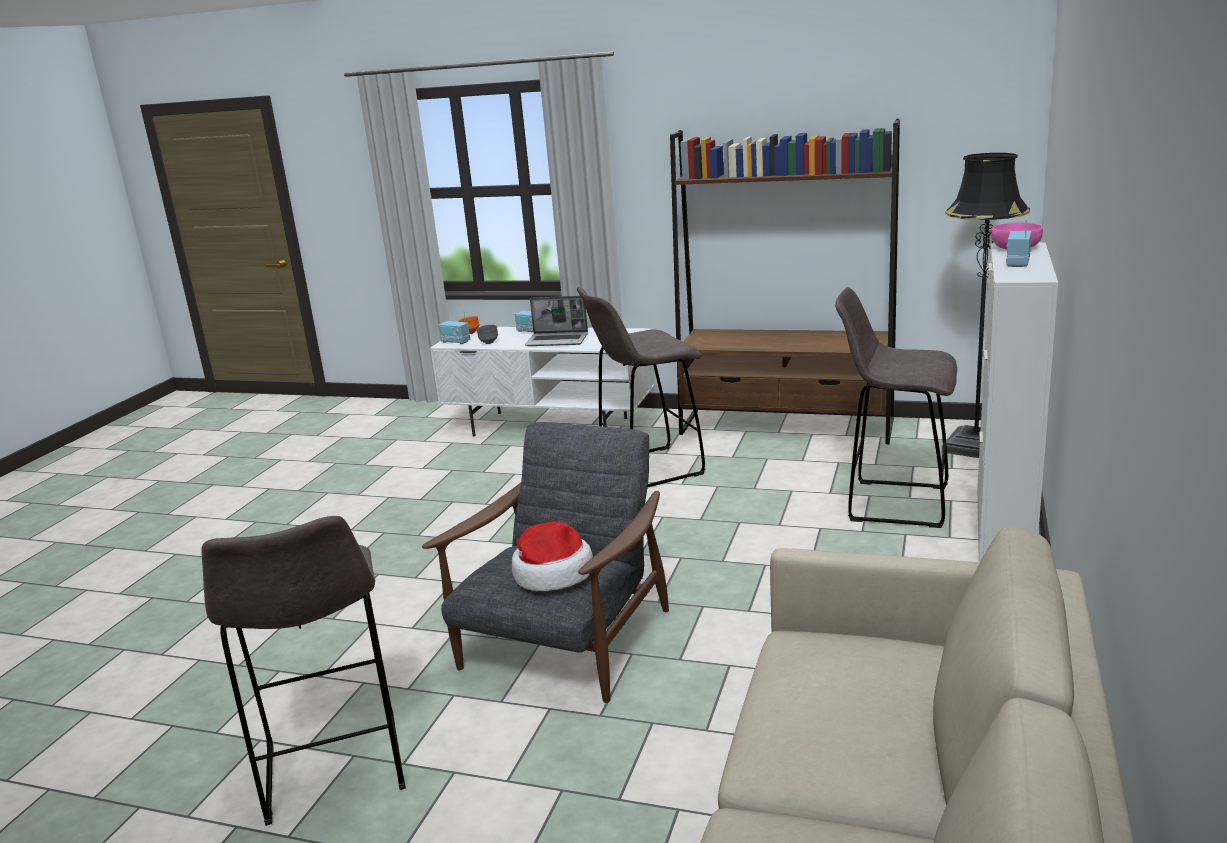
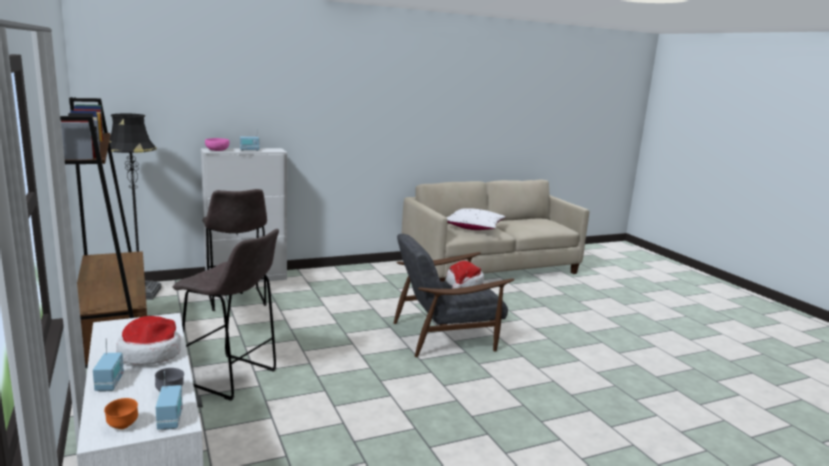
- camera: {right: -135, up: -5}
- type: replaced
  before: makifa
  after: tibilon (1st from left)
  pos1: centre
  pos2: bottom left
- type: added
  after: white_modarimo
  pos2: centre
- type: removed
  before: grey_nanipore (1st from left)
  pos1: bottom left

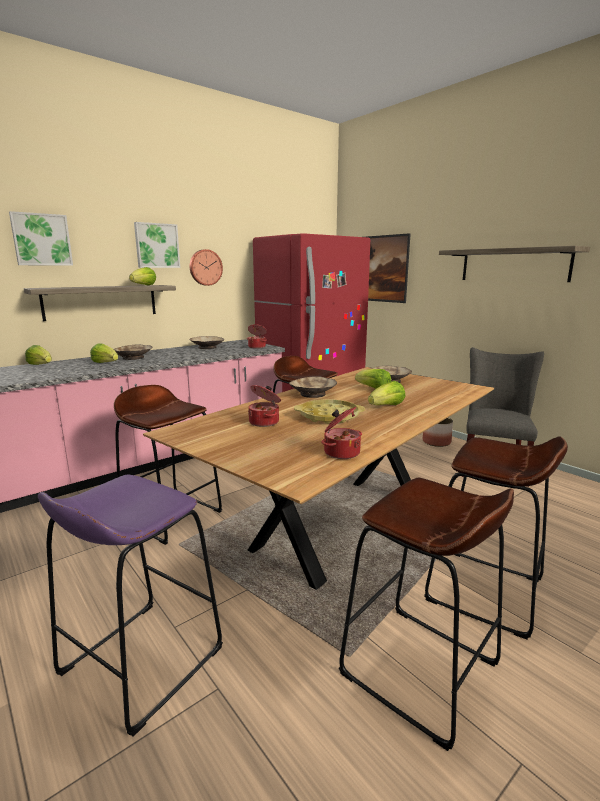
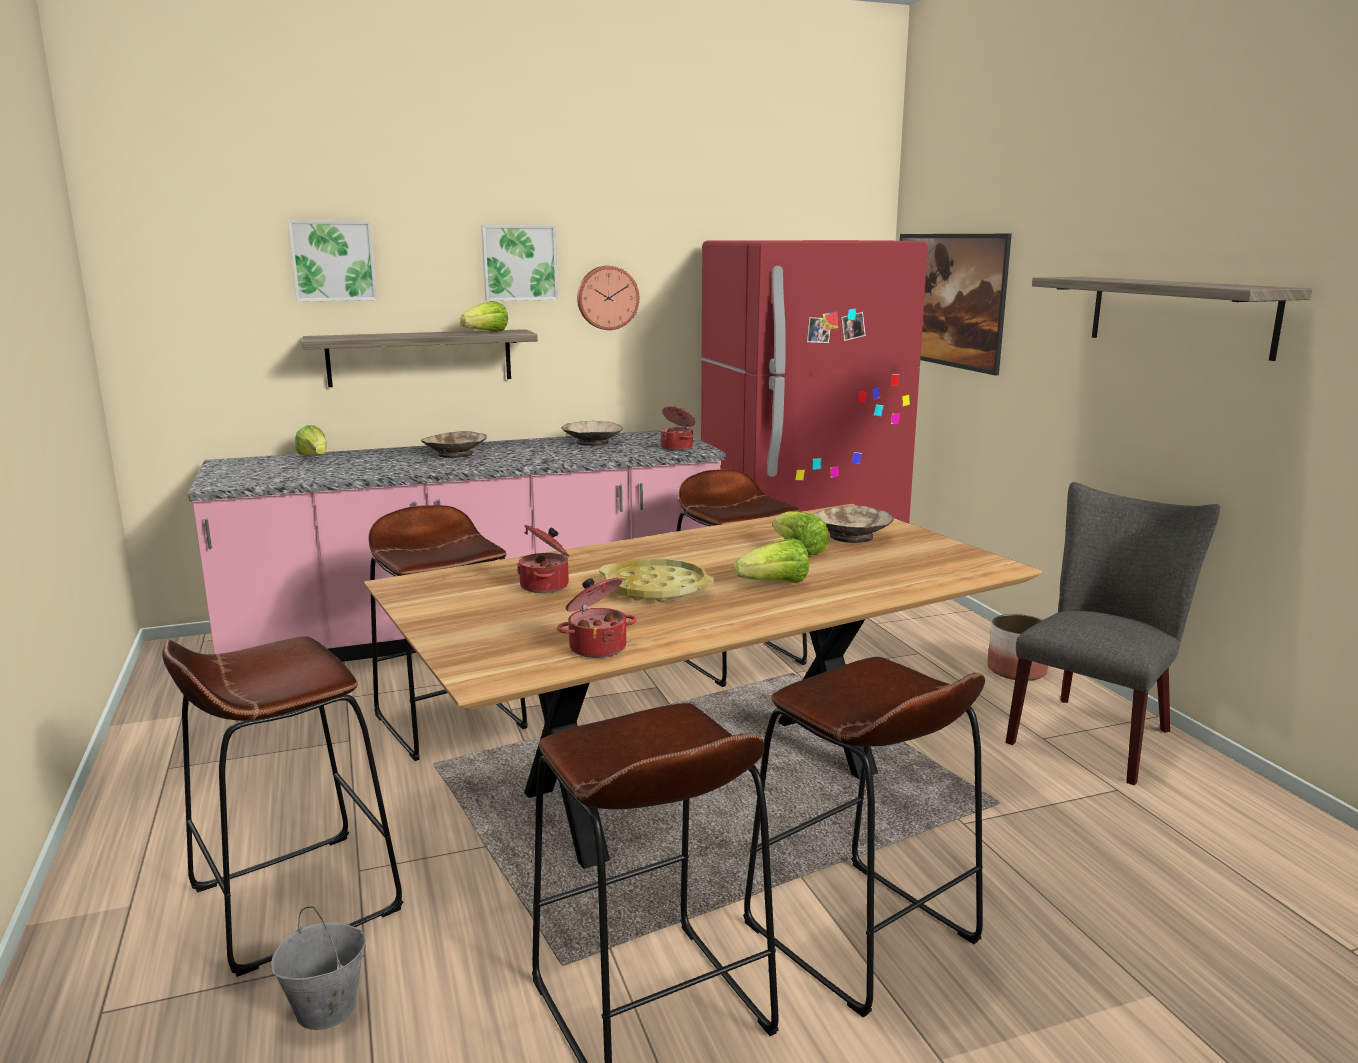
- camera: {right: 20, up: 0}
- type: recoloured
  before: purple_nanipore
  after: brown_nanipore (1st from left)
  pos1: bottom left
  pos2: bottom left
- type: added
  after: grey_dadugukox
  pos2: bottom left
- type: removed
  before: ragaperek (2nd from left)
  pos1: middle left
- type: removed
  before: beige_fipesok (3rd from left)
  pos1: centre

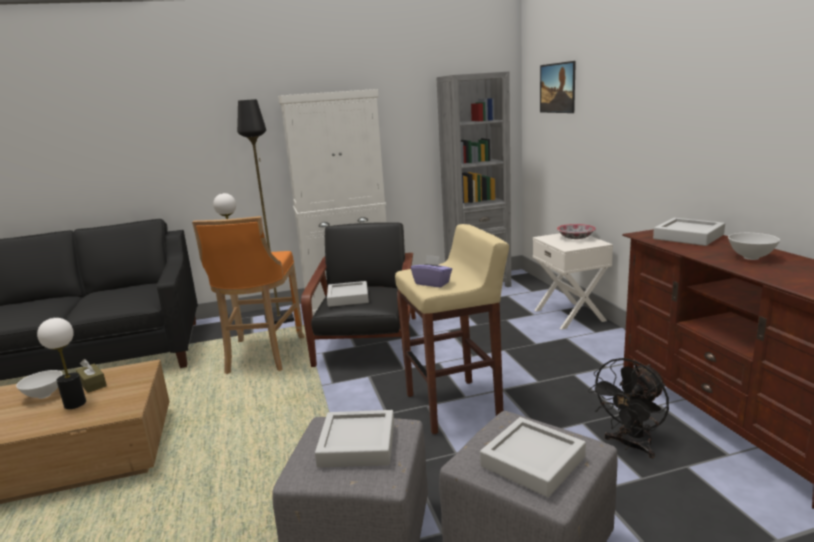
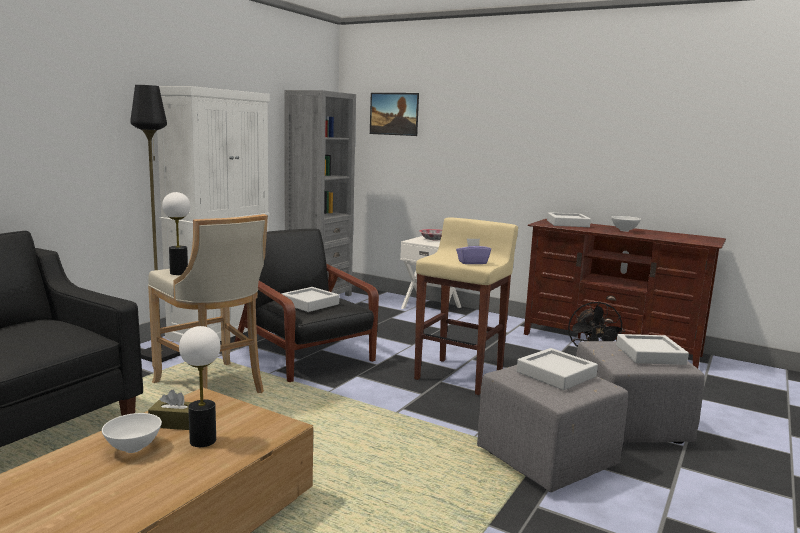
- camera: {right: -45, up: -5}
- type: recoloured
  before: orange_nanipore
  after: beige_nanipore (1st from left)
  pos1: middle left
  pos2: middle left

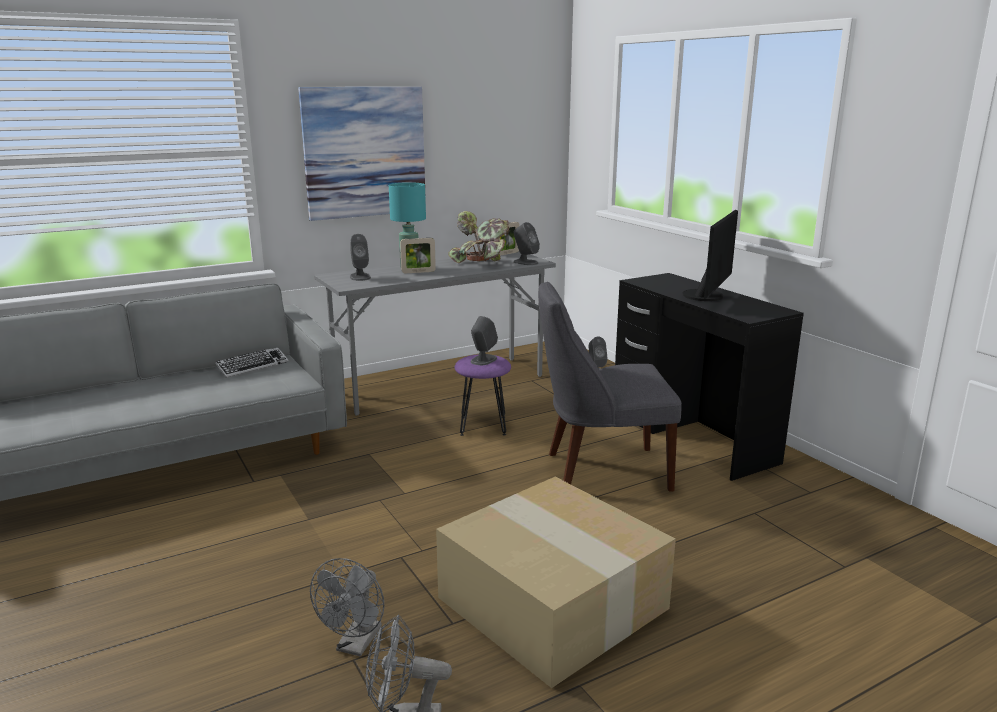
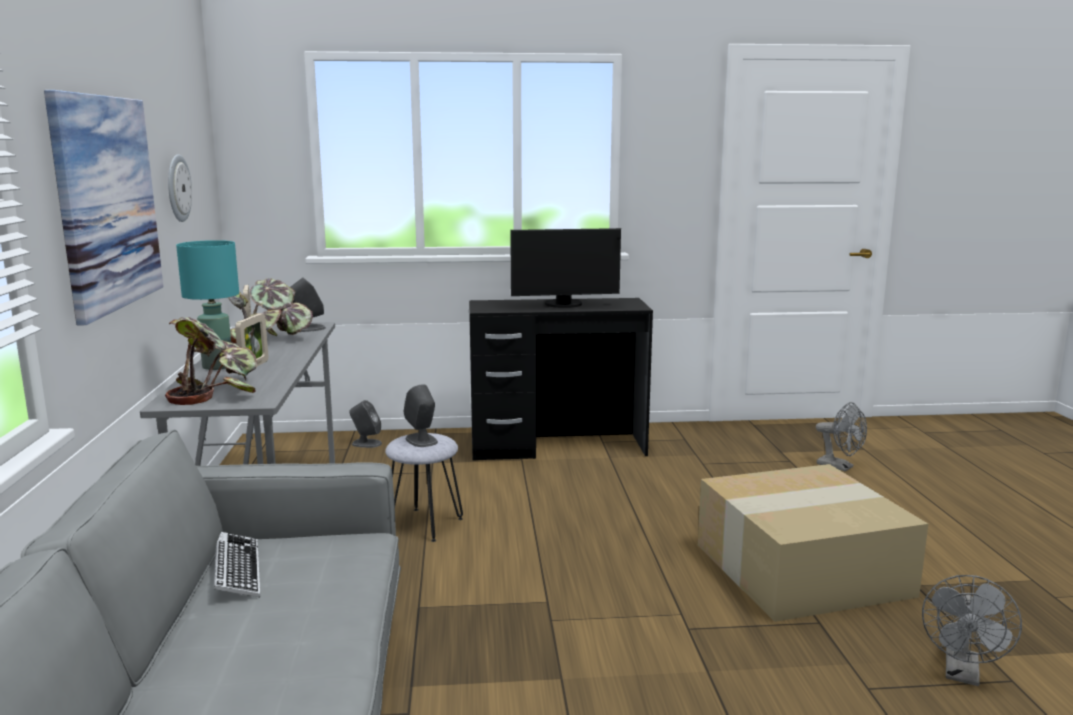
- camera: {right: -65, up: -5}
- type: replaced
  before: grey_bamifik (1st from left)
  after: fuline (1st from left)
  pos1: centre
  pos2: middle left
- type: added
  after: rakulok
  pos2: top left
- type: recoloured
  before: purple_nanipore
  after: grey_nanipore
  pos1: centre
  pos2: bottom centre
- type: turned
  before: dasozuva
  pos1: middle right
  pos2: centre
  turn: 120
- type: moved
  before: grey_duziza (1st from left)
  pos1: bottom centre
  pos2: middle right
- type: removed
  before: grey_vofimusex
  pos1: centre

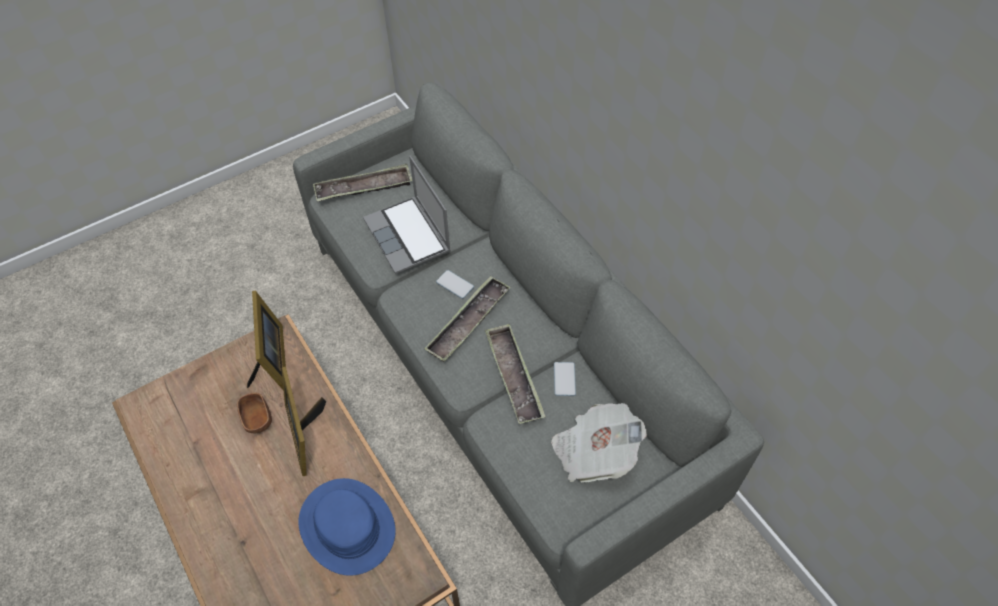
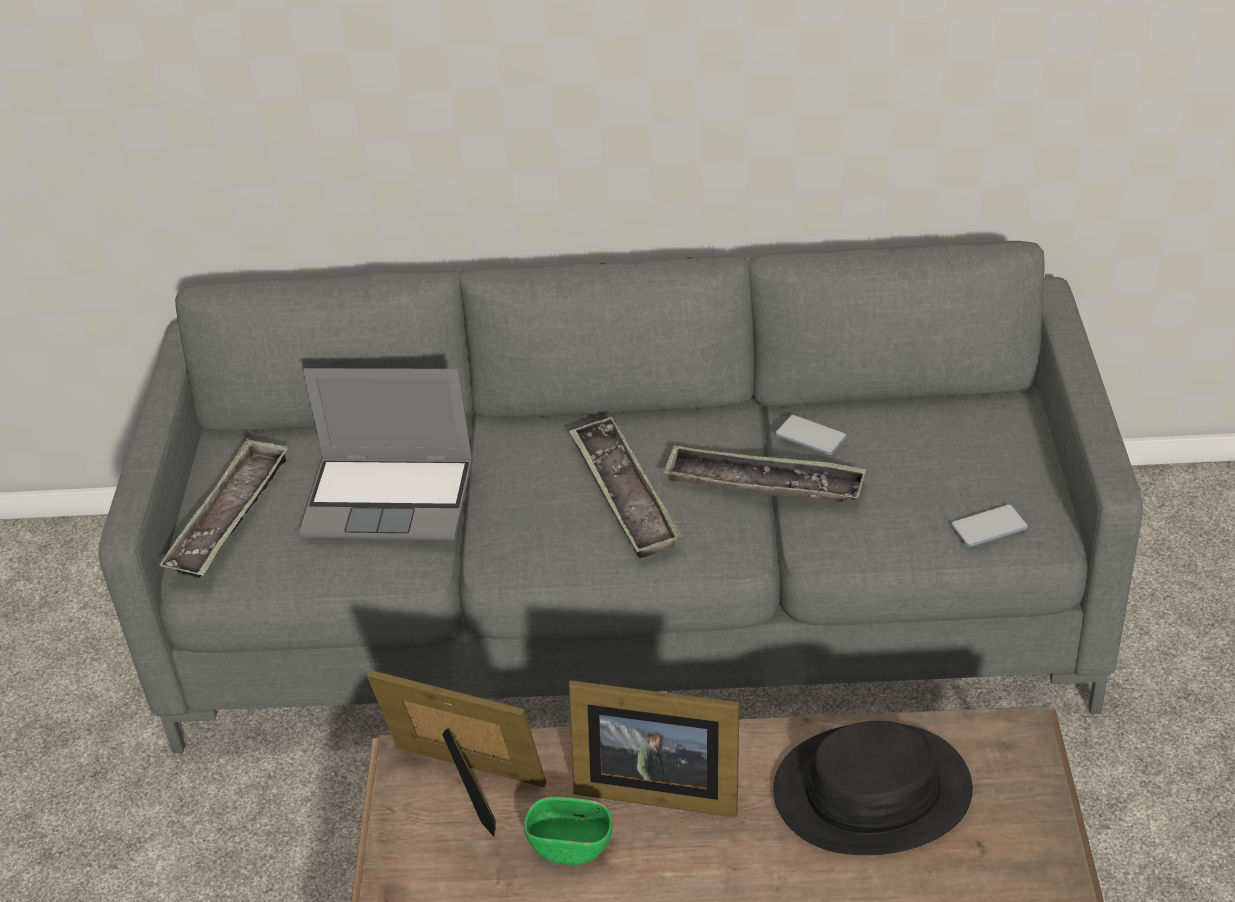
- camera: {right: -55, up: -15}
- type: recoloured
  before: brown_fipesok
  after: green_fipesok
  pos1: bottom left
  pos2: bottom centre
- type: recoloured
  before: blue_tibilon
  after: black_tibilon
  pos1: bottom centre
  pos2: bottom right
- type: moved
  before: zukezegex (1st from left in the first image)
  after: zukezegex (2nd from left)
  pos1: centre
  pos2: middle right
- type: removed
  before: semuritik
  pos1: bottom centre

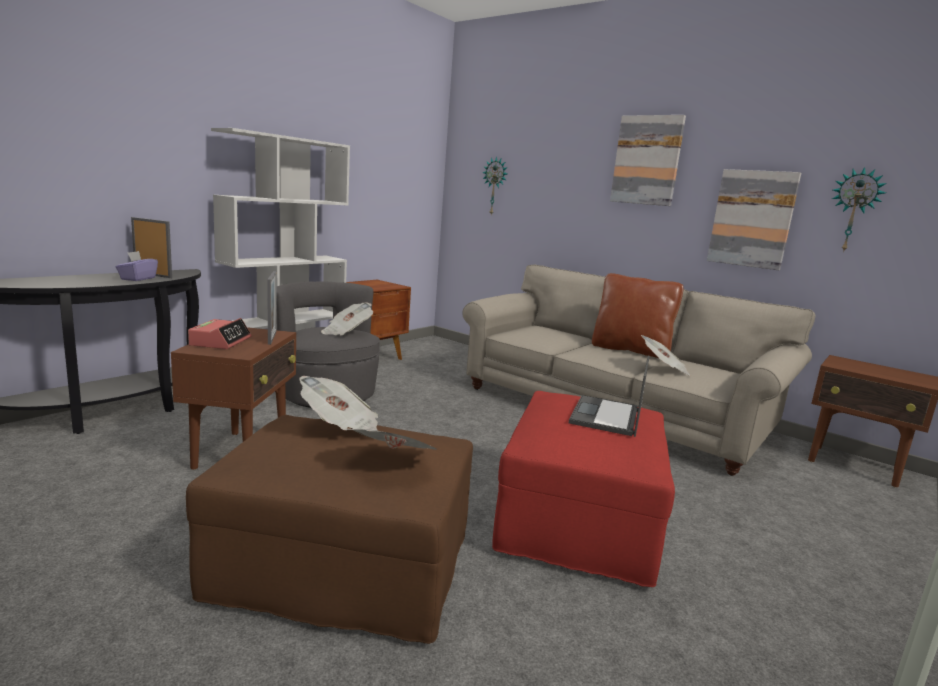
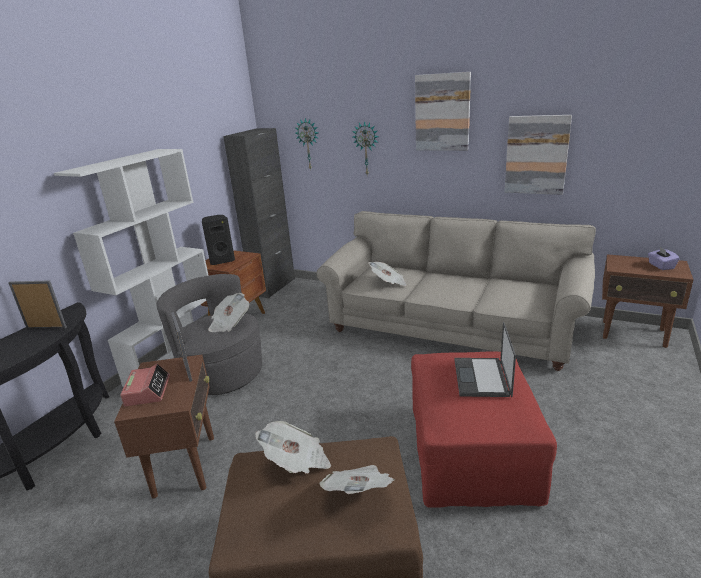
- camera: {right: -10, up: 10}
- type: added
  after: black_bamifik
  pos2: middle left
- type: added
  after: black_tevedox
  pos2: centre
- type: moved
  before: rakulok (2nd from left)
  pos1: top right
  pos2: top centre
- type: moved
  before: semuritik (4th from left)
  pos1: middle right
  pos2: centre
- type: moved
  before: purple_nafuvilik
  pos1: middle left
  pos2: middle right
- type: removed
  before: brown_modarimo
  pos1: middle right

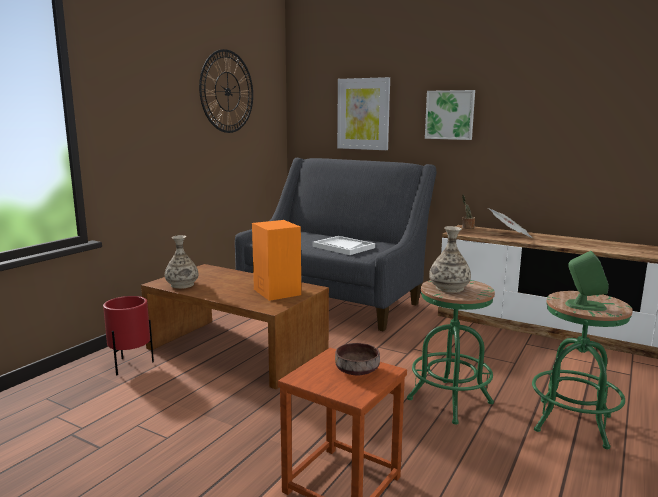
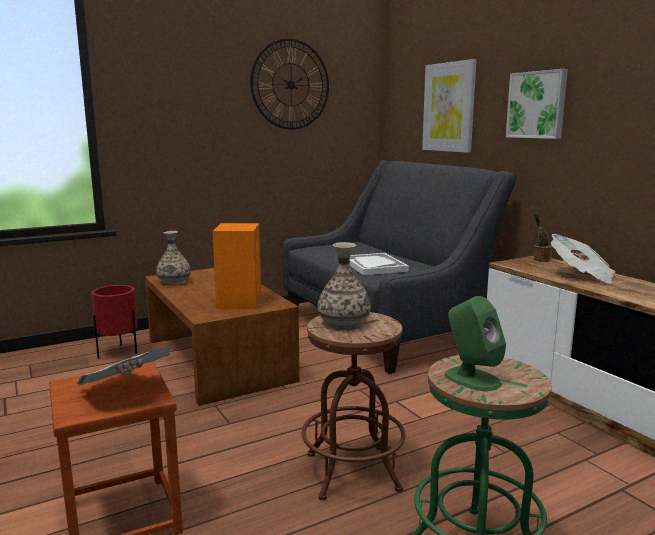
- camera: {right: 30, up: 0}
- type: replaced
  before: brown_fipesok
  after: semuritik (1st from left)
  pos1: bottom centre
  pos2: bottom left
- type: recoloured
  before: green_nanipore (1st from left)
  after: brown_nanipore (2nd from left)
  pos1: bottom right
  pos2: bottom centre

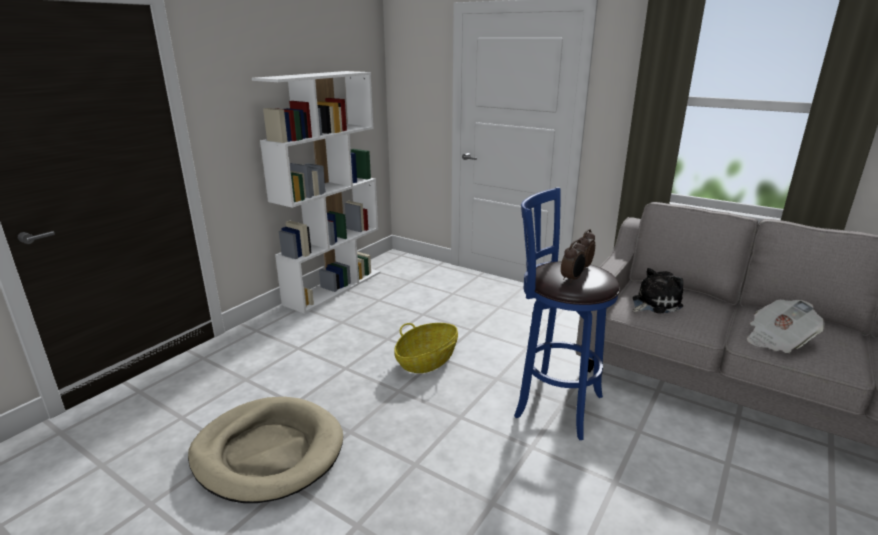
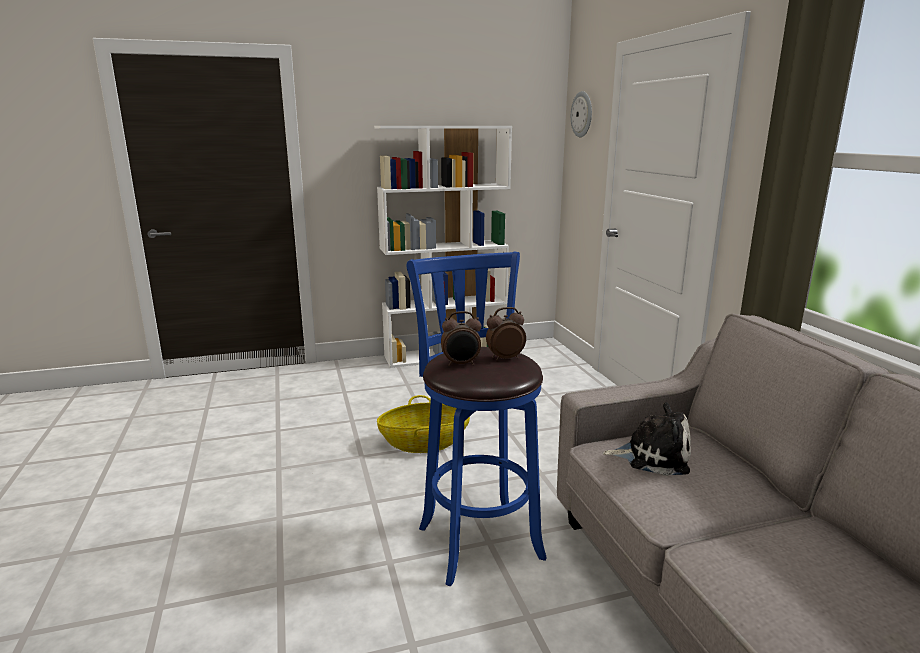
- camera: {right: 40, up: -5}
- type: added
  after: rakulok
  pos2: top centre
- type: removed
  before: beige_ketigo
  pos1: bottom left
- type: removed
  before: semuritik
  pos1: middle right

